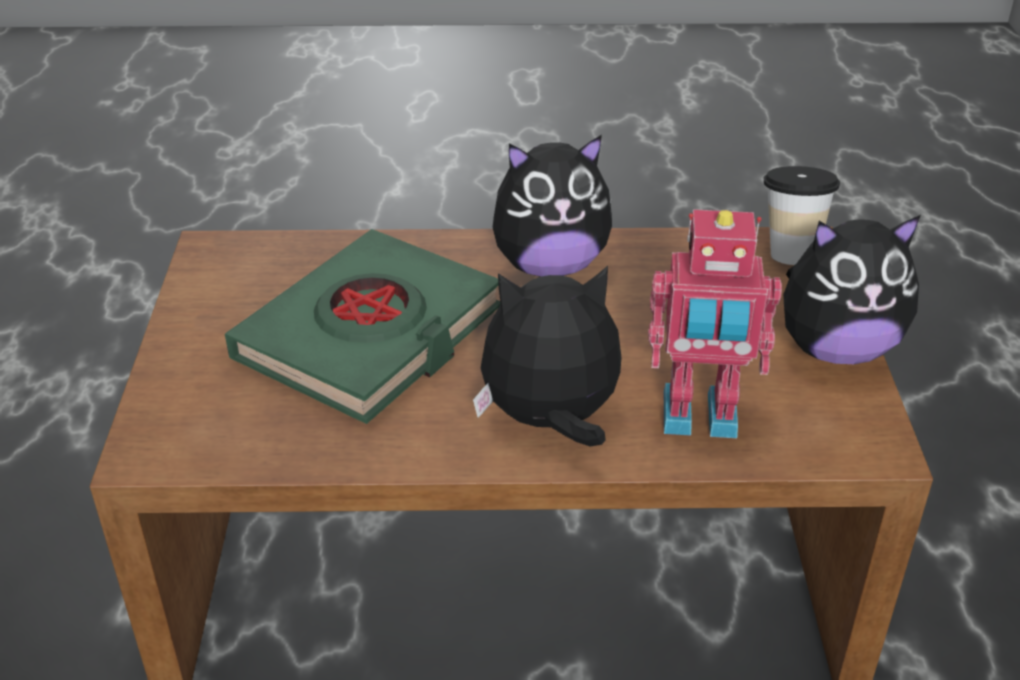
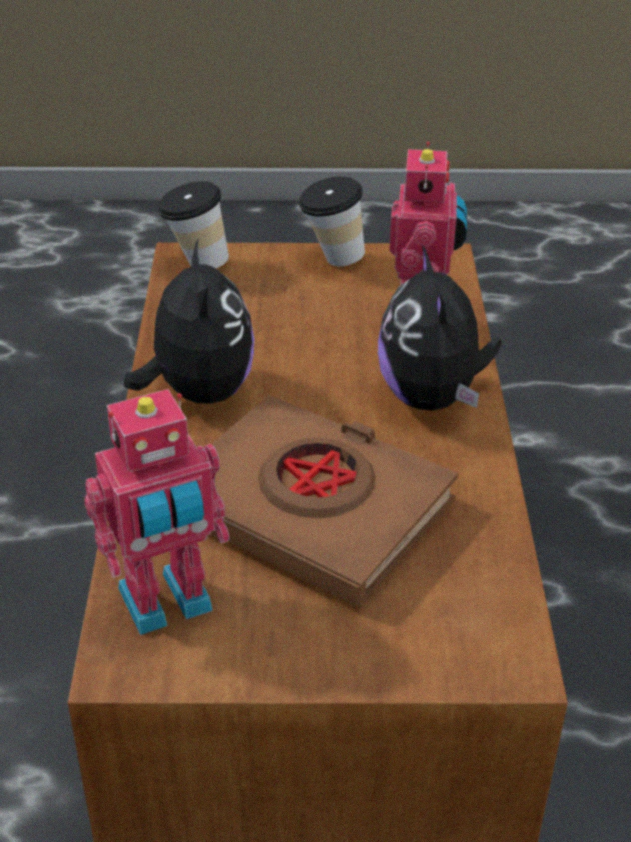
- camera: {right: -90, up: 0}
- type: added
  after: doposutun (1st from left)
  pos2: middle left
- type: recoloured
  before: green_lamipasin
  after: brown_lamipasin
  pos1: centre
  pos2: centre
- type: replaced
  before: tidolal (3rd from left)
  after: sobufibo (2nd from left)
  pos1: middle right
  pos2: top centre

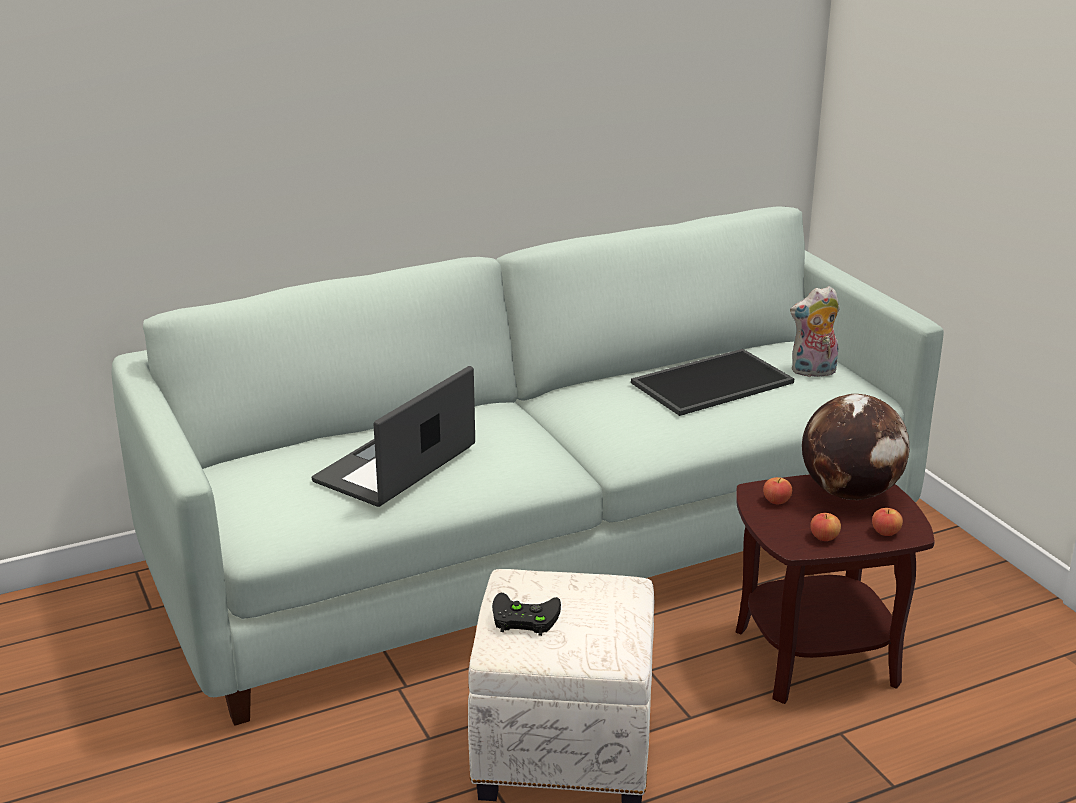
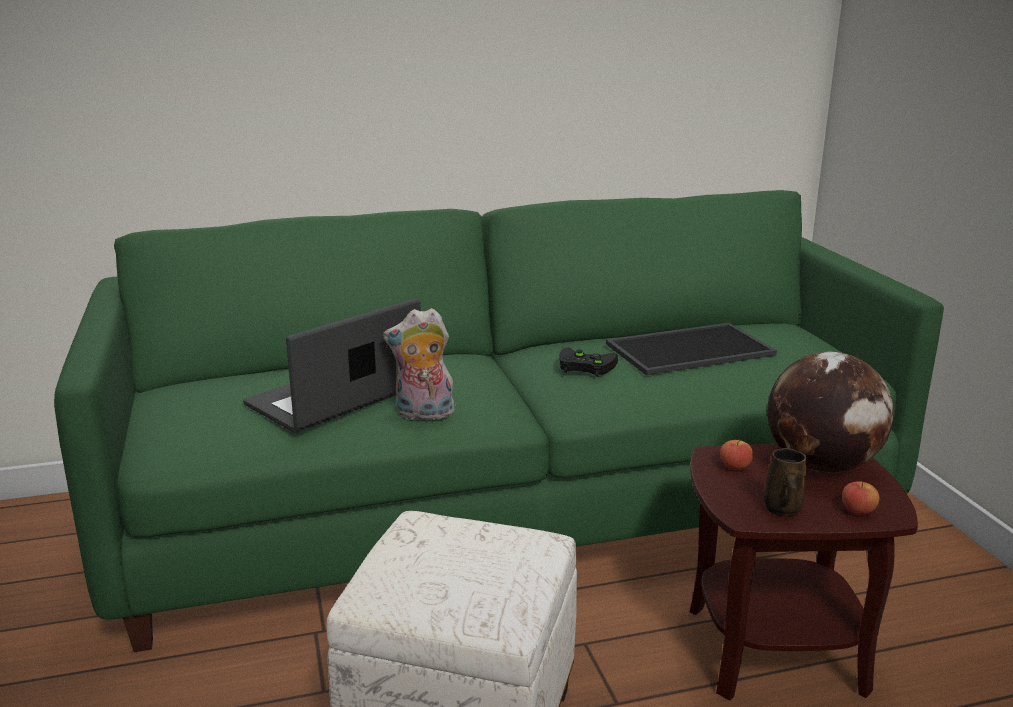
- camera: {right: 10, up: -5}
- type: recoloured
  before: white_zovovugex
  after: green_zovovugex
  pos1: centre
  pos2: centre
- type: moved
  before: tidolal
  pos1: middle right
  pos2: centre
- type: moved
  before: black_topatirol
  pos1: bottom centre
  pos2: centre
- type: replaced
  before: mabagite (2nd from left)
  after: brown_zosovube
  pos1: middle right
  pos2: bottom right

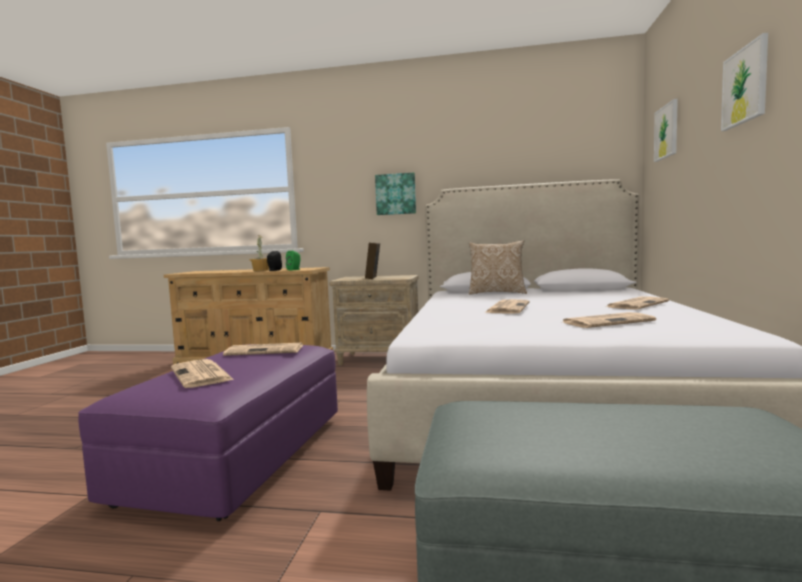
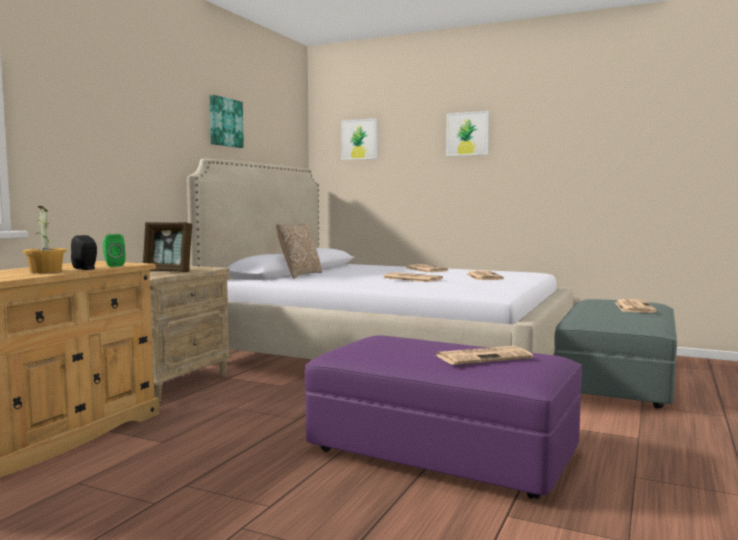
- camera: {right: -75, up: 0}
- type: moved
  before: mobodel (1st from left)
  pos1: top centre
  pos2: top left
- type: moved
  before: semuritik (2nd from left in the first image)
  after: semuritik (5th from left)
  pos1: middle left
  pos2: middle right

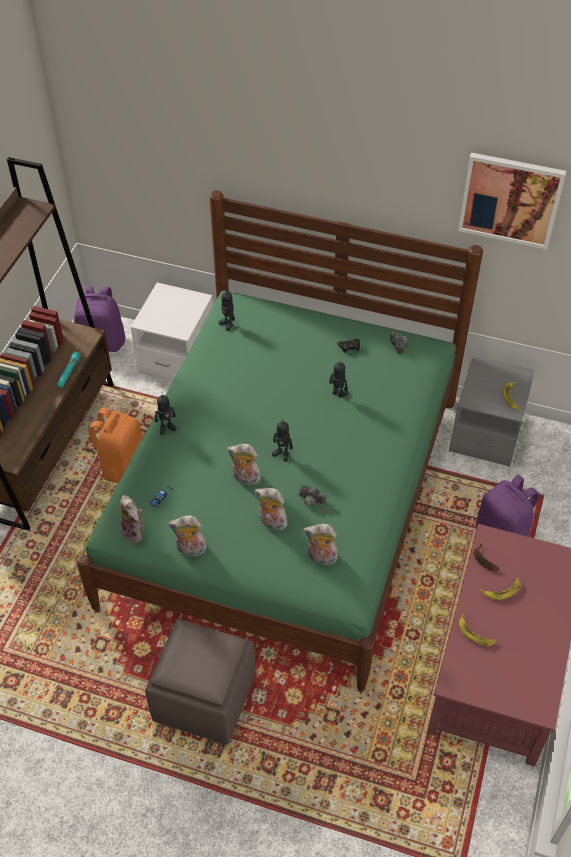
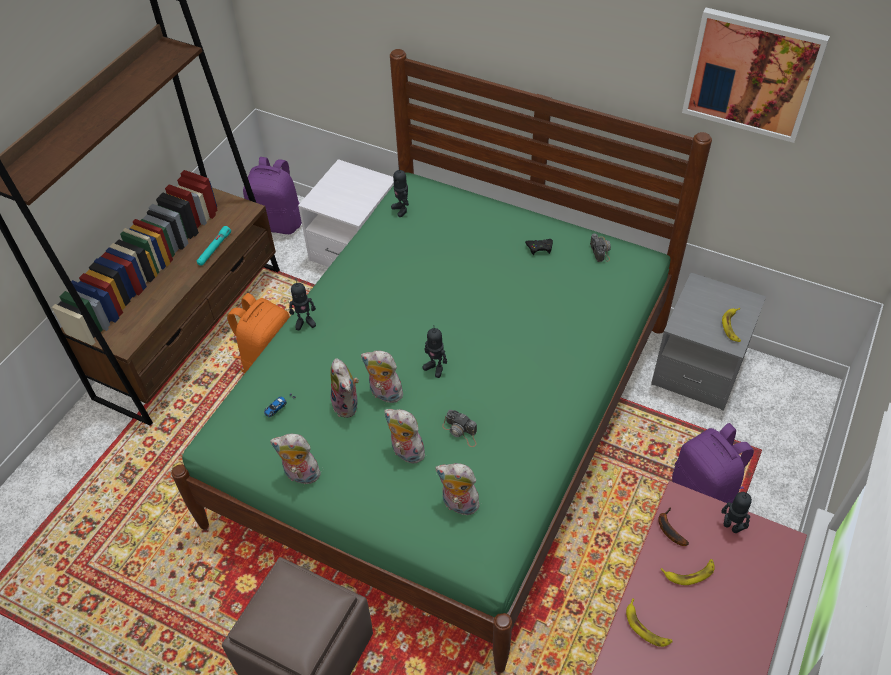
- camera: {right: 10, up: 0}
- type: moved
  before: tidolal (1st from left in the first image)
  after: tidolal (2nd from left)
  pos1: middle left
  pos2: centre
- type: moved
  before: doposutun (4th from left)
  pos1: centre
  pos2: bottom right

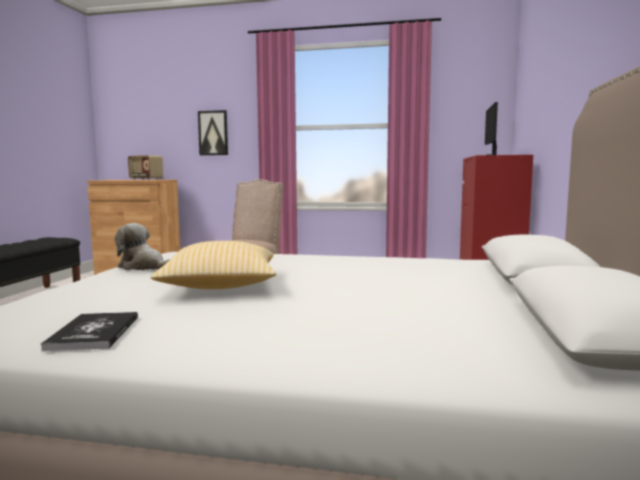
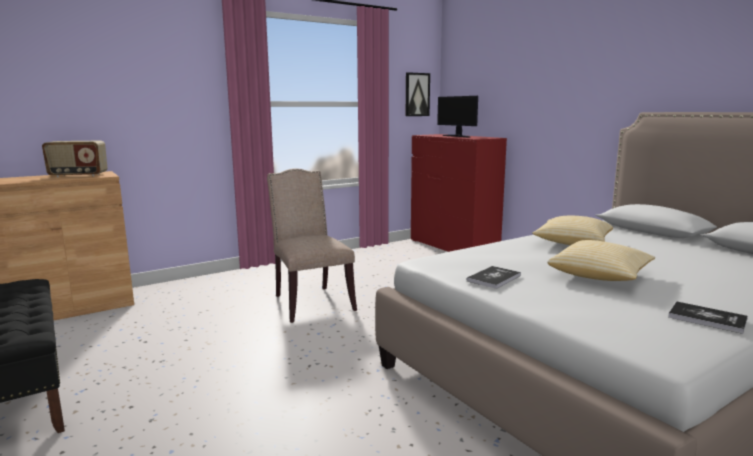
- camera: {right: -45, up: 5}
- type: moved
  before: mobodel
  pos1: top left
  pos2: top centre
- type: replaced
  before: tidolal
  after: lamipasin (1st from left)
  pos1: middle left
  pos2: centre
- type: added
  after: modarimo (1st from left)
  pos2: middle right

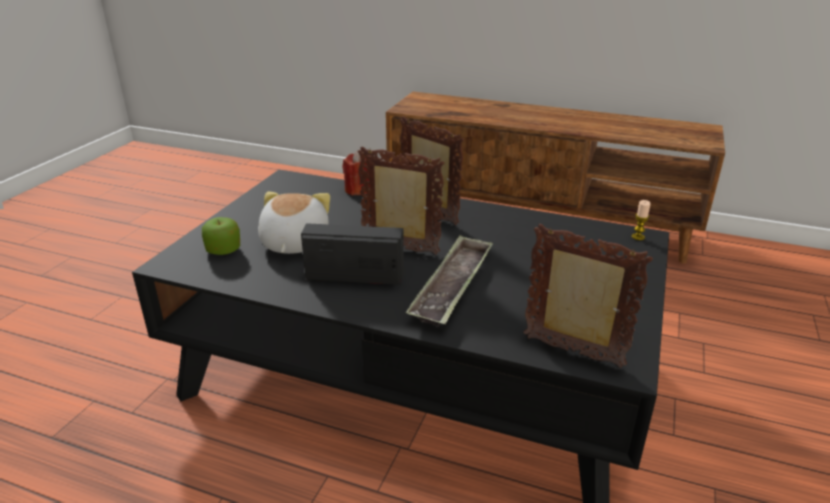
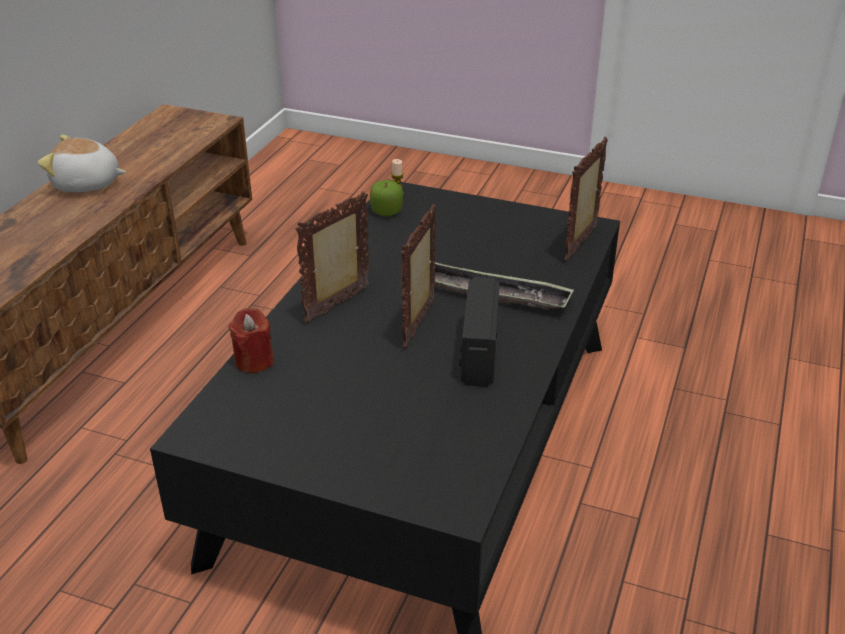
- camera: {right: -90, up: 5}
- type: moved
  before: tidolal
  pos1: centre
  pos2: top left
- type: moved
  before: mabagite
  pos1: middle left
  pos2: top centre

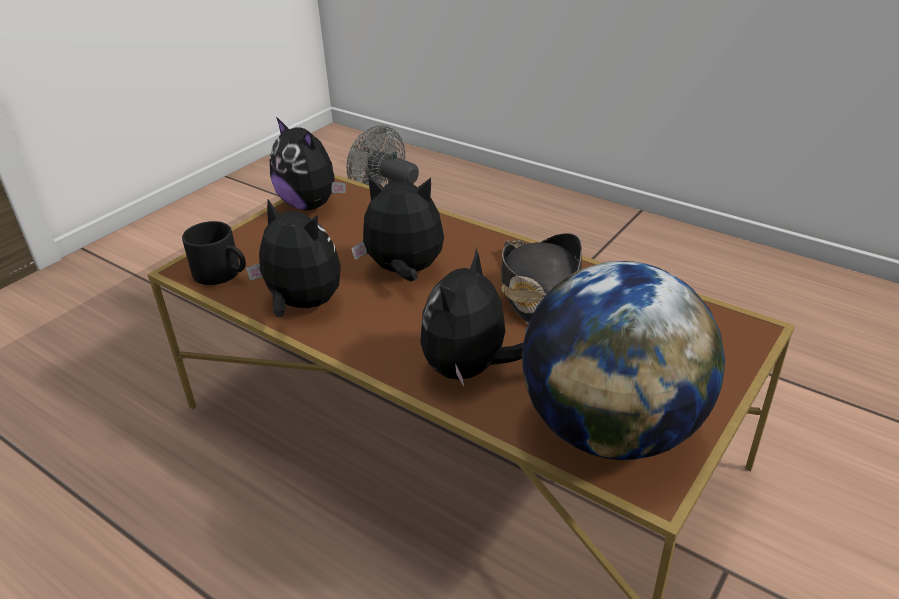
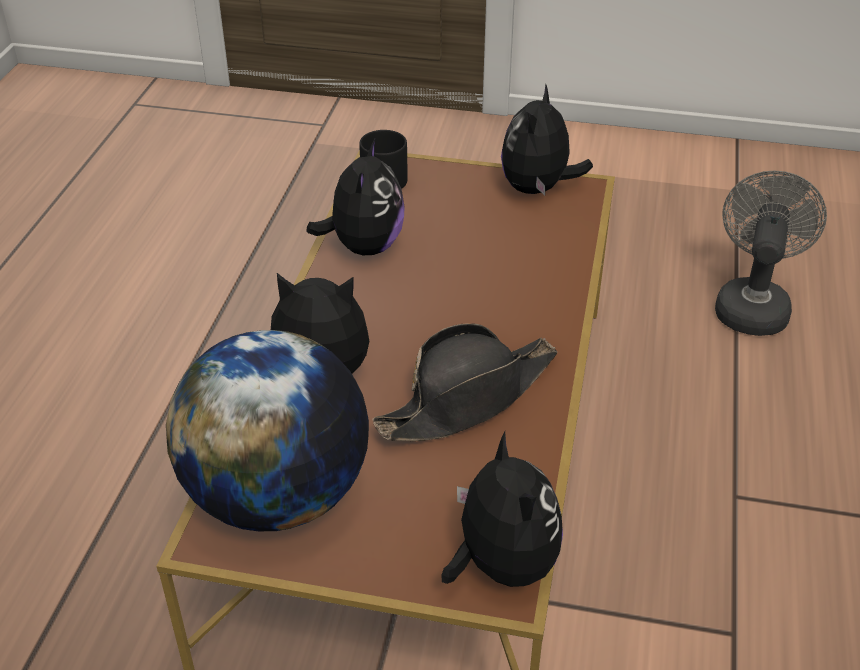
- camera: {right: 65, up: 5}
- type: moved
  before: tidolal (3rd from left)
  pos1: centre
  pos2: bottom centre

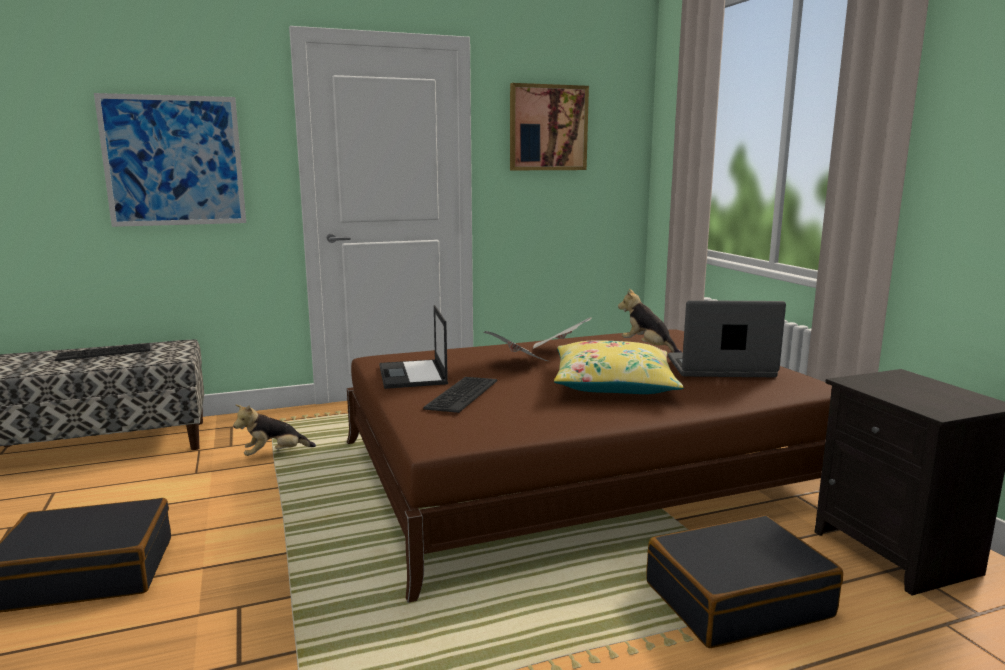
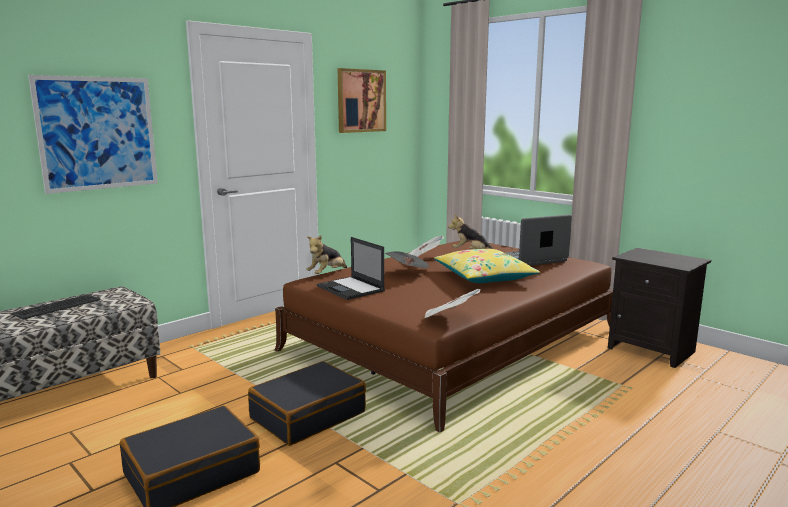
- camera: {right: -25, up: 0}
- type: moved
  before: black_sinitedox (2nd from left)
  pos1: bottom right
  pos2: bottom centre
- type: moved
  before: tidolal (1st from left)
  pos1: middle left
  pos2: centre
- type: added
  after: semuritik (3rd from left)
  pos2: centre
- type: removed
  before: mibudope (2nd from left)
  pos1: centre

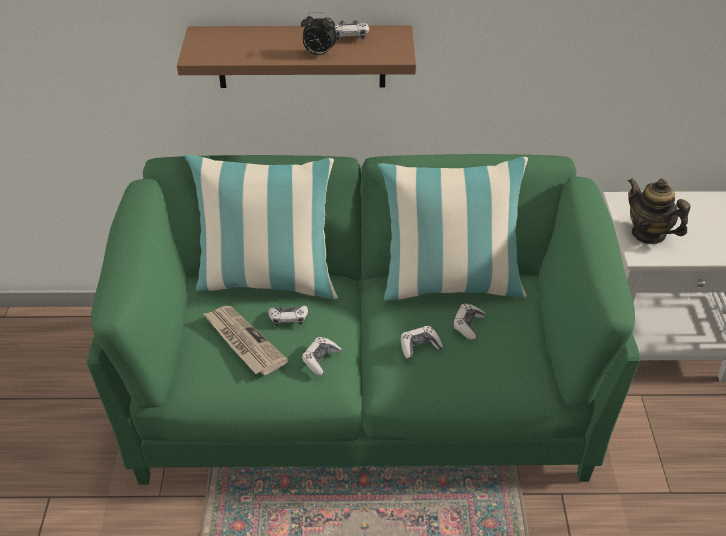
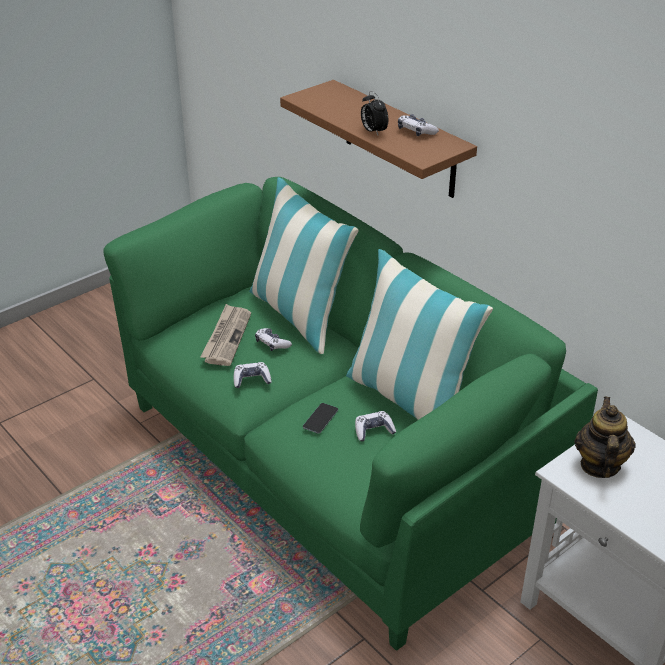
- camera: {right: 50, up: -5}
- type: replaced
  before: topatirol (4th from left)
  after: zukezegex
  pos1: centre
  pos2: centre

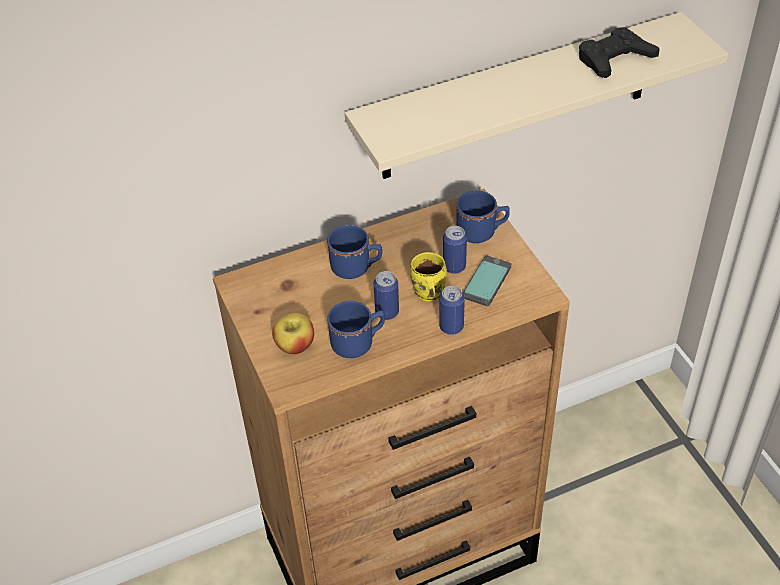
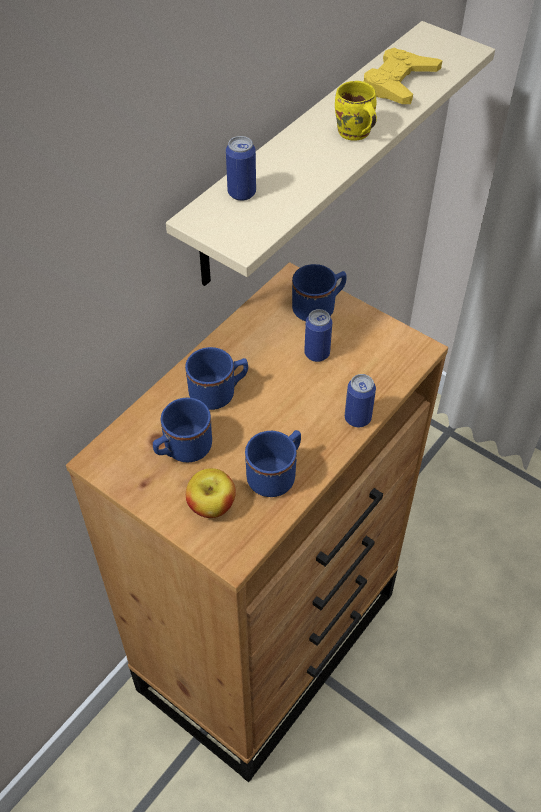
- camera: {right: -30, up: 5}
- type: added
  after: blue_zosovube (1st from left)
  pos2: centre
- type: moved
  before: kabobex (1st from left)
  pos1: centre
  pos2: top centre
- type: moved
  before: yellow_zosovube
  pos1: centre
  pos2: top centre
- type: recoloured
  before: black_topatirol
  after: yellow_topatirol
  pos1: top right
  pos2: top right
- type: removed
  before: zukezegex
  pos1: centre

